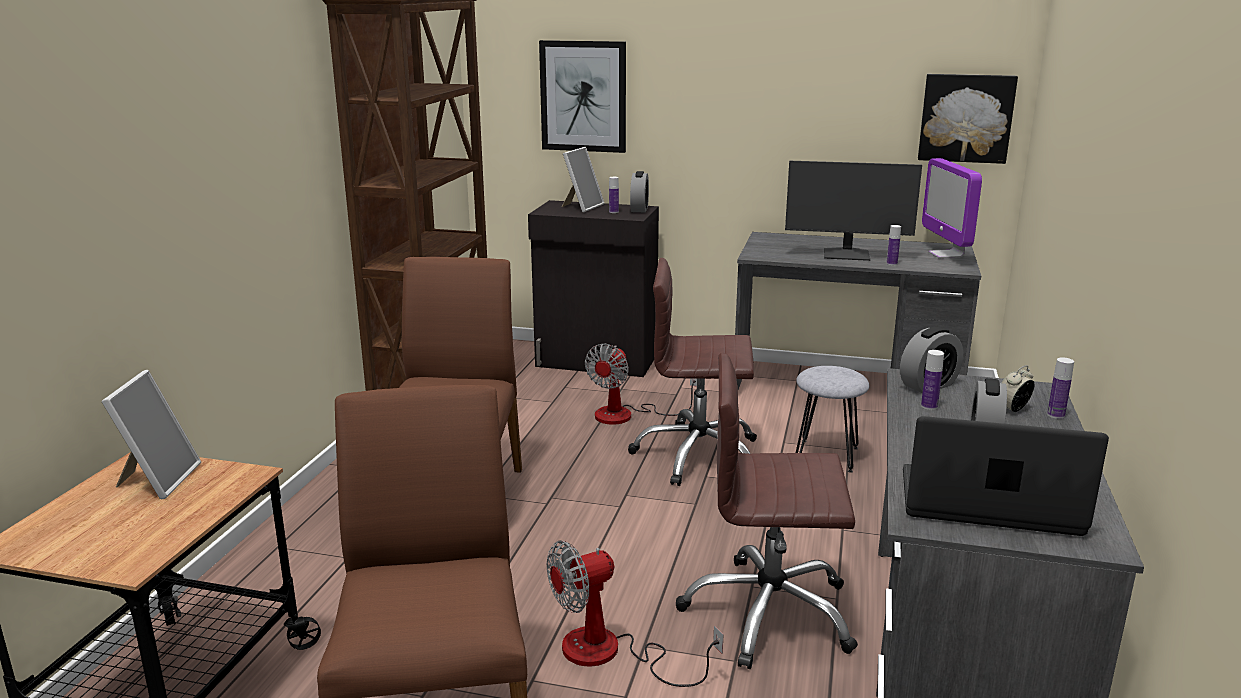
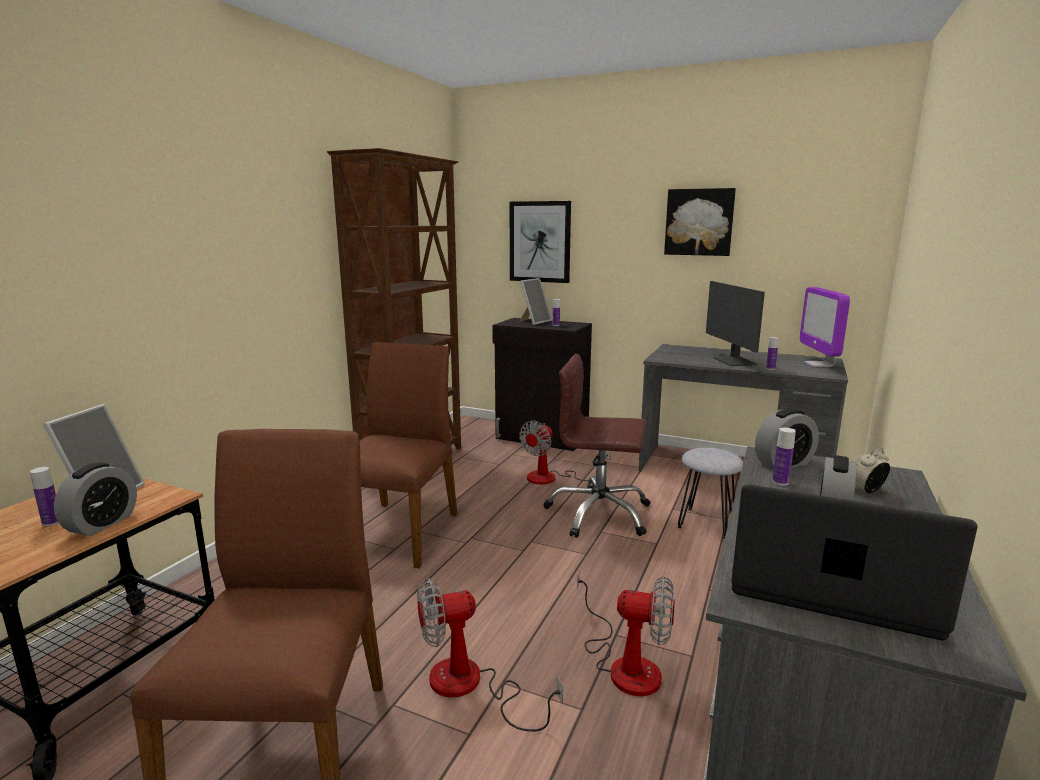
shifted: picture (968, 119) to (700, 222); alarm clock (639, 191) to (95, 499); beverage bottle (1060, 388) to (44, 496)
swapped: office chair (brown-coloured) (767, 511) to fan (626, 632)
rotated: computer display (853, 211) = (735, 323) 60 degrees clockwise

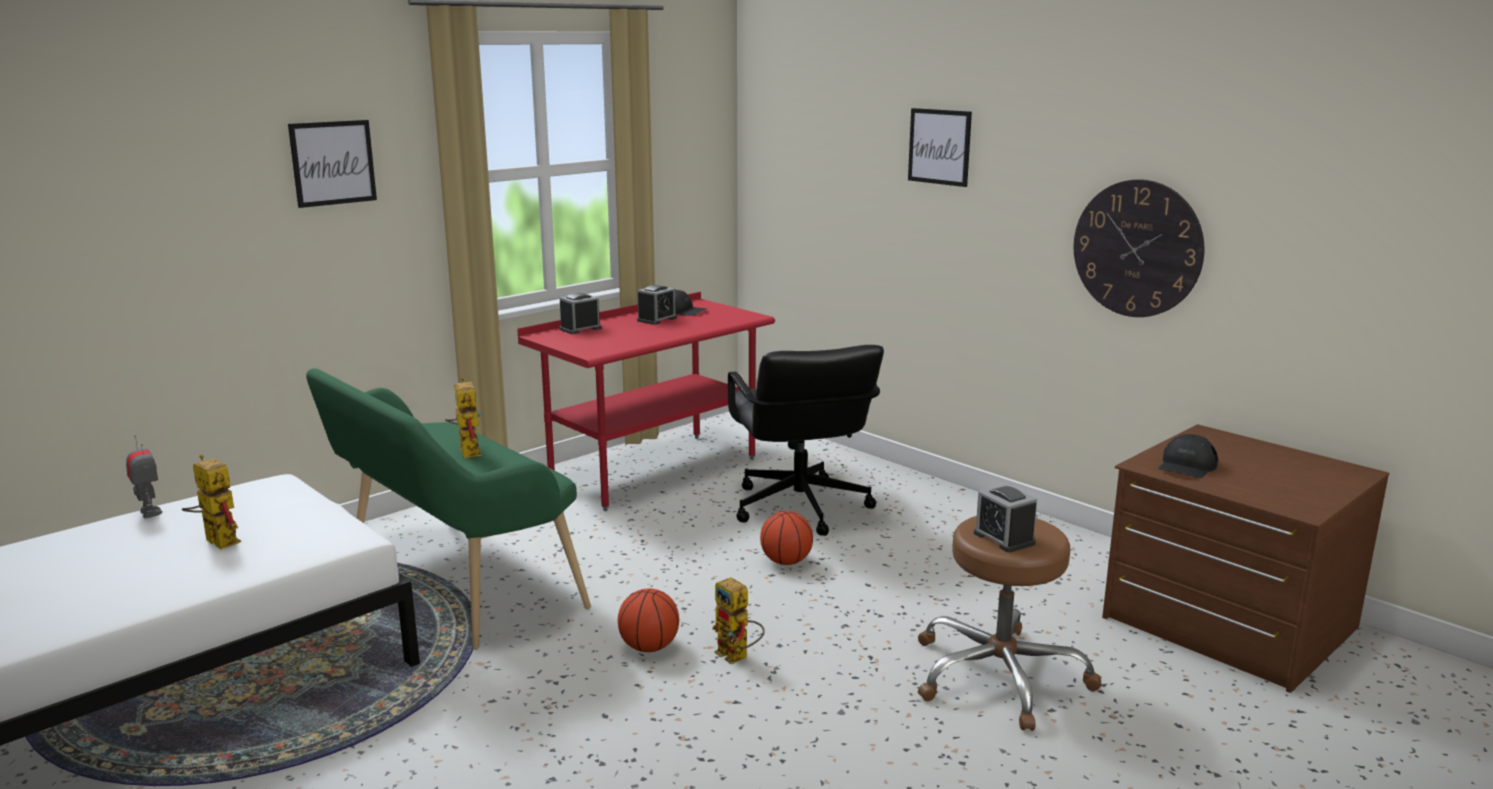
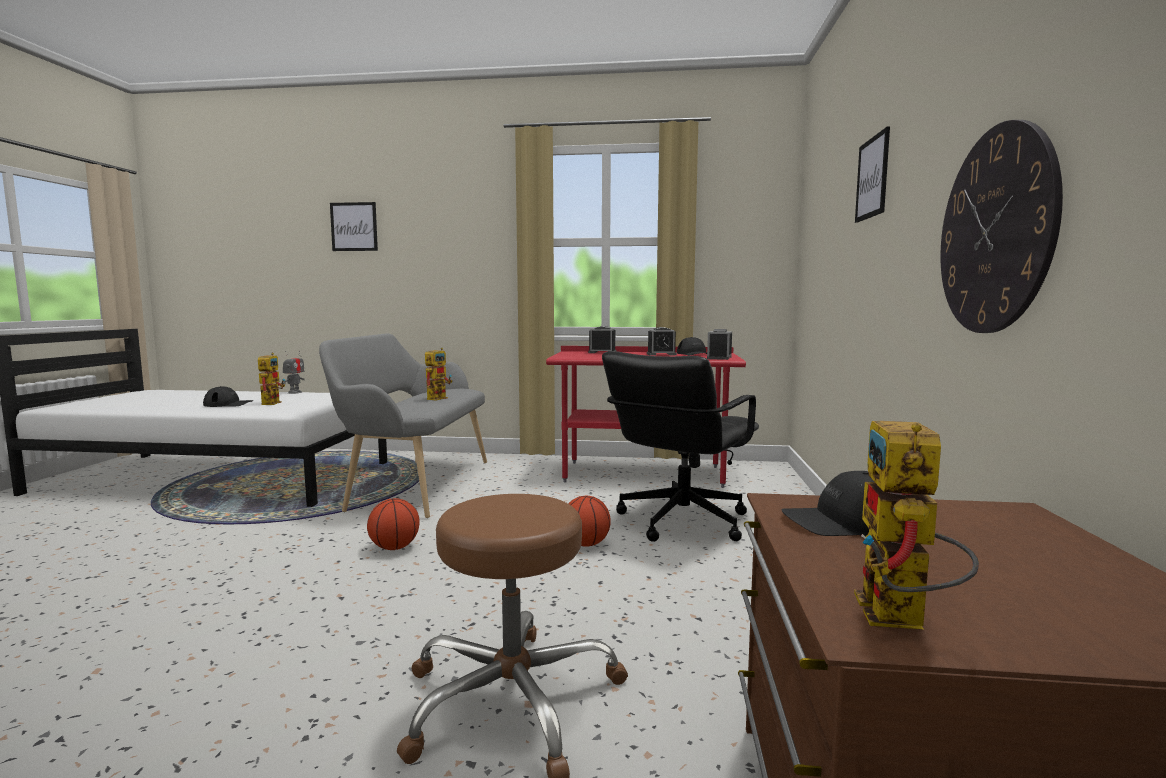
new: cap (black) (228, 396)
shifted: picture (332, 164) to (354, 226); alarm clock (1005, 518) to (719, 344); toy robot (738, 621) to (916, 525)
repainted: long seat (green) (448, 508) to long seat (grey) (403, 425)

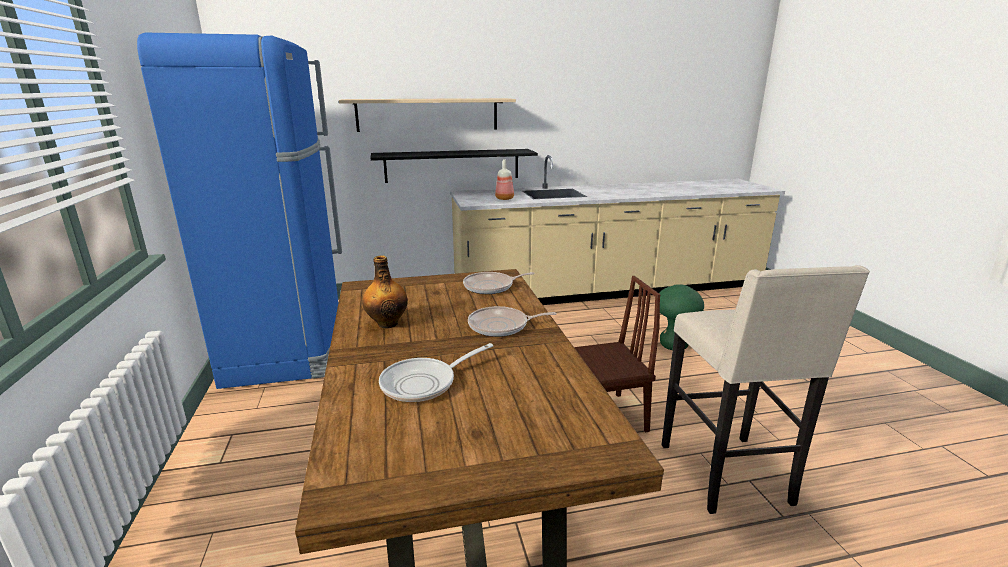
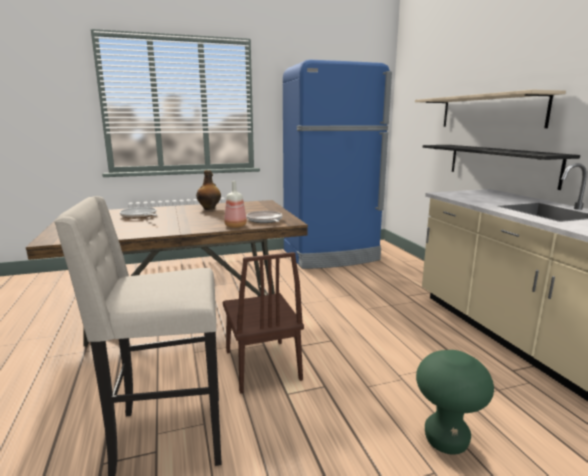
gone: frying pan (512, 321)
shifted: beverage bottle (504, 179) to (235, 204)

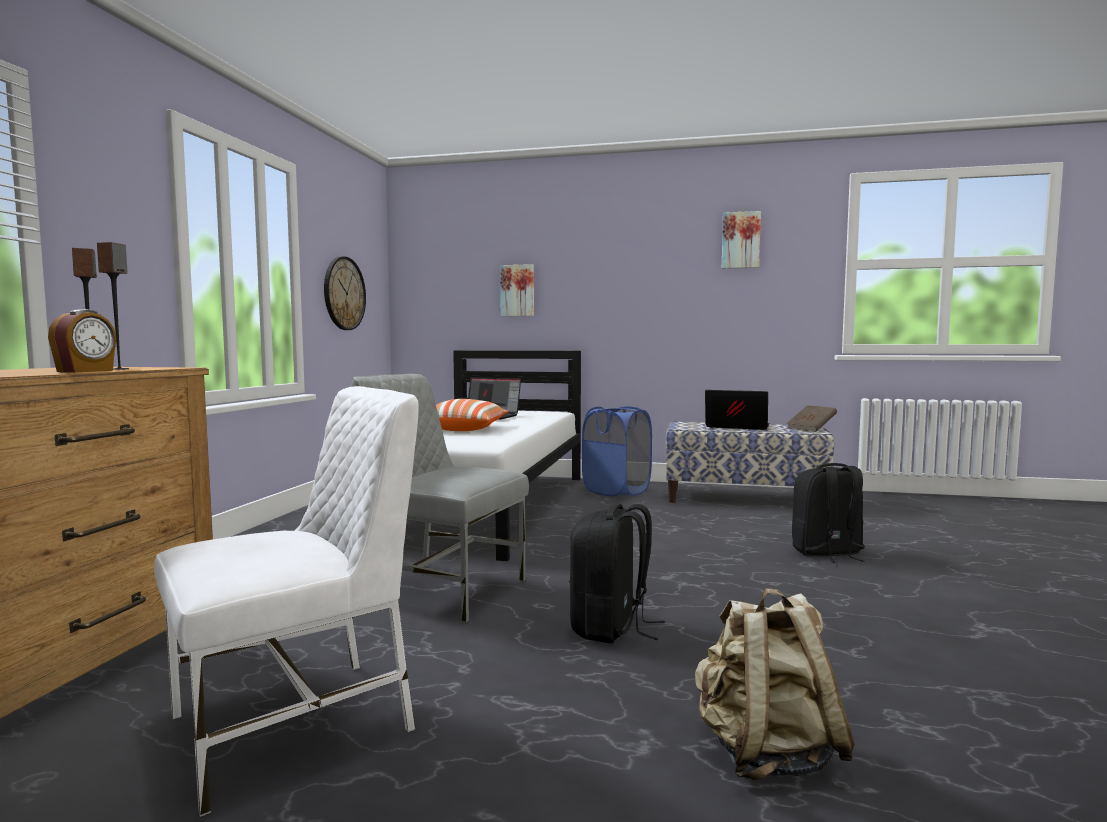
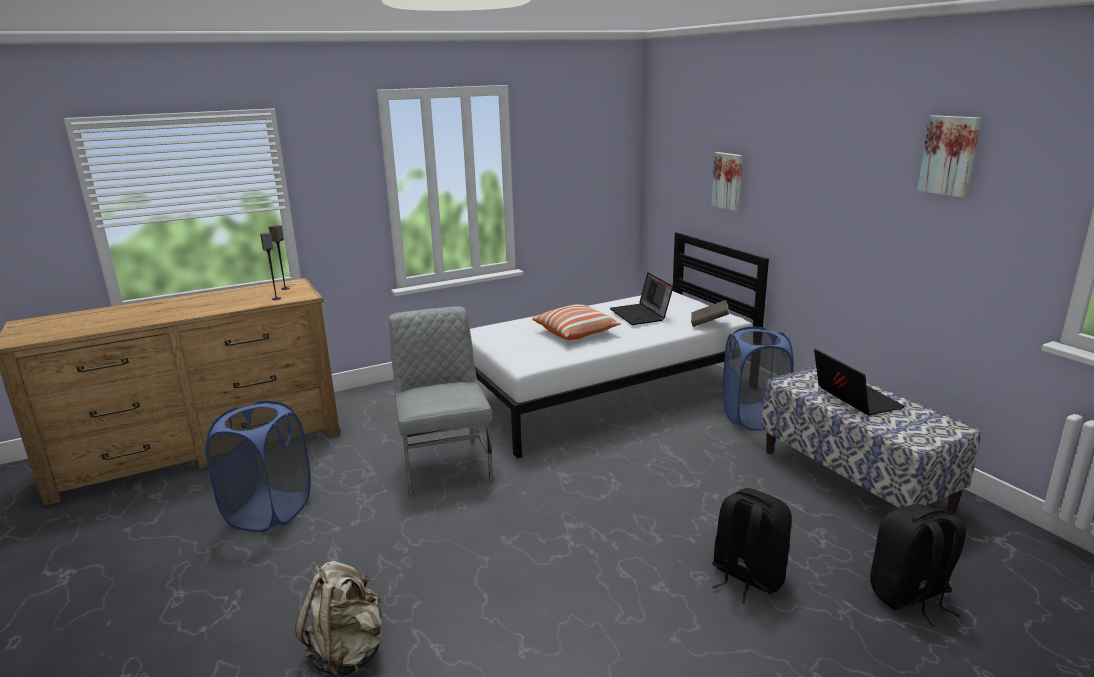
gone: hanging clock (345, 293); alarm clock (82, 340)
shifted: volume (brown-coloured) (812, 418) to (710, 313); backpack (black) (617, 574) to (918, 565)
swapped: upright chair (white) (286, 601) to washing basket (blue-coloured) (258, 466)

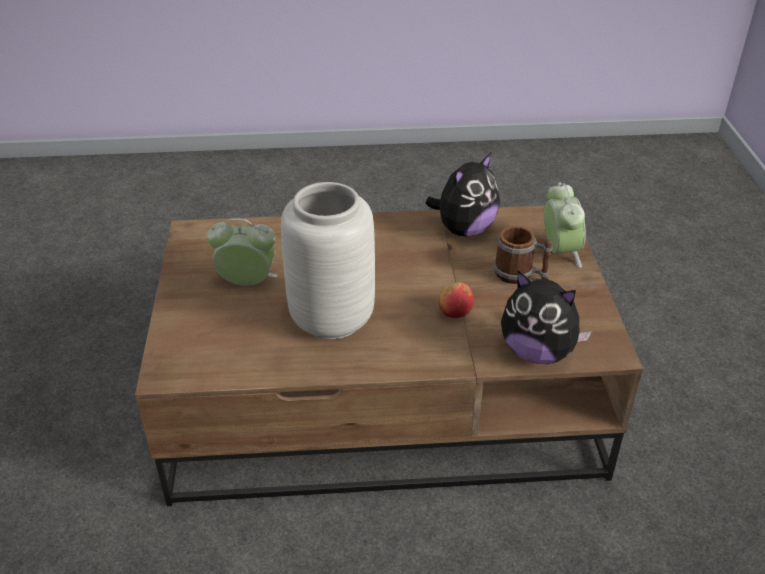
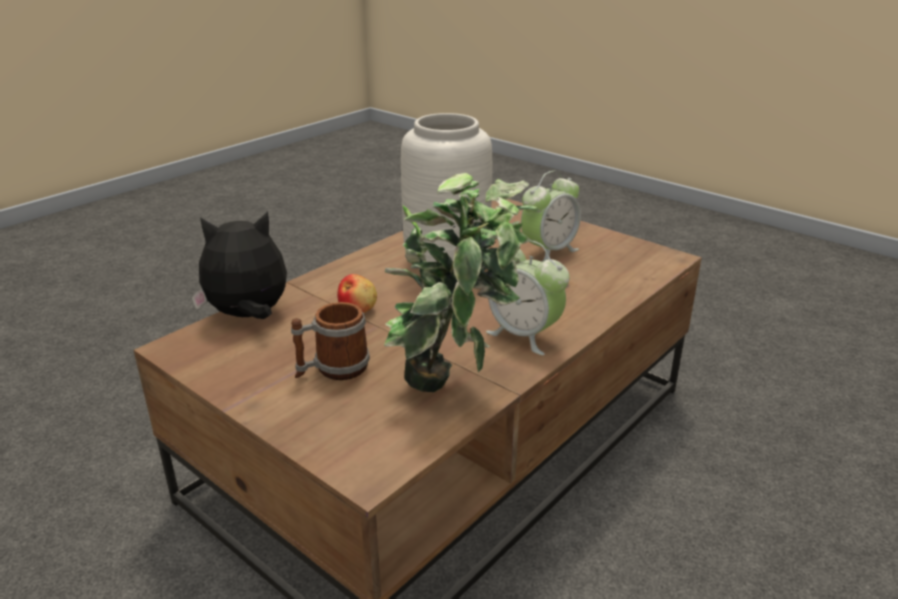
shifted: alarm clock (565, 225) to (528, 297)
swapped: cuddly toy (462, 194) to potted plant (462, 282)

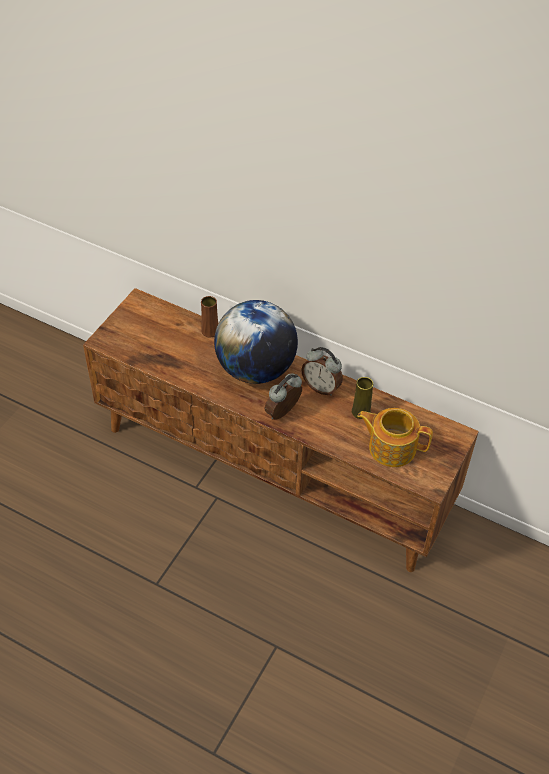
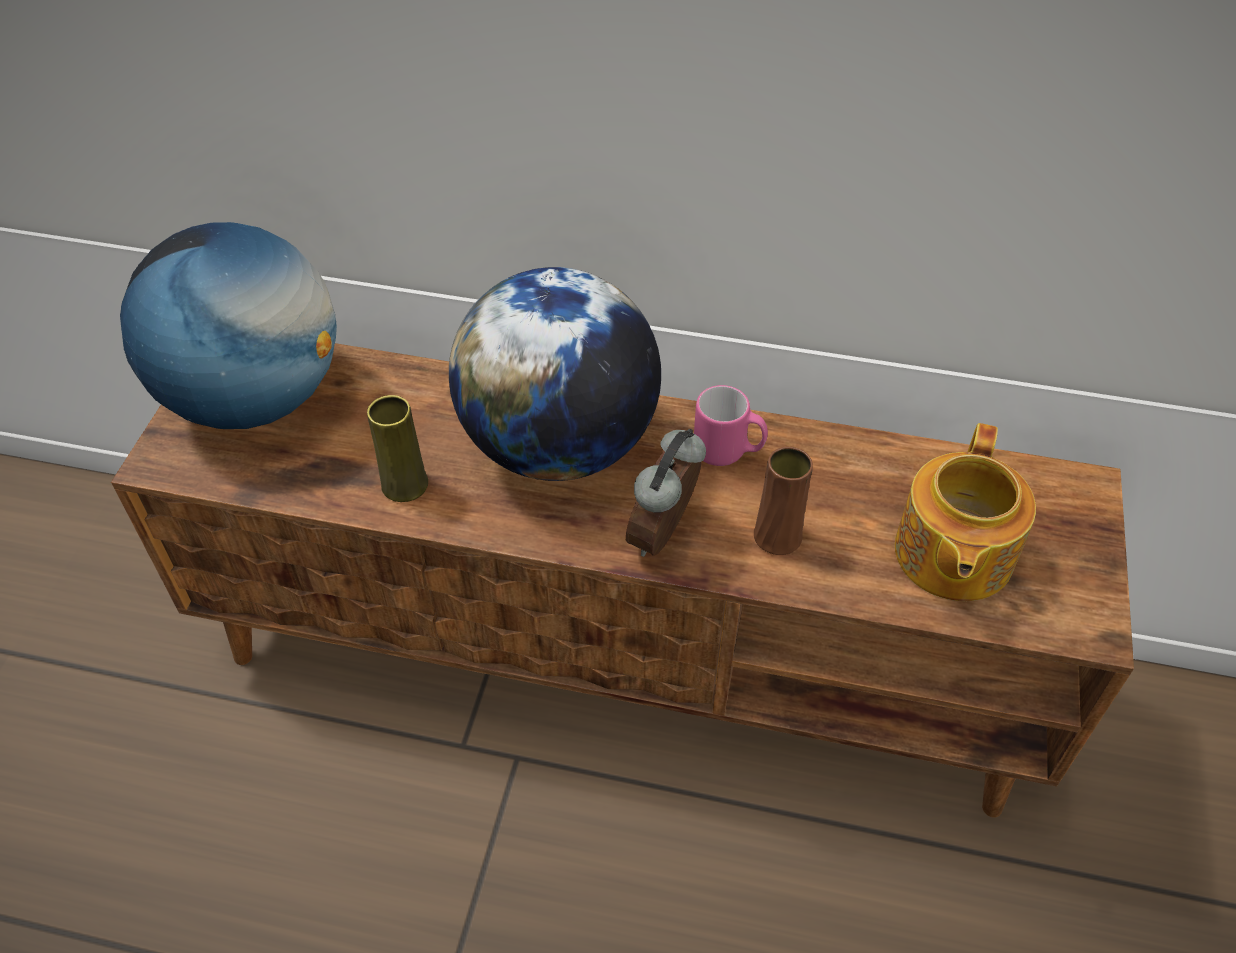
new: world globe (228, 325)
shifted: flower vase (brown-coloured) (209, 316) to (783, 501); flower vase (yellow) (362, 398) to (397, 448)
swapped: alarm clock (322, 371) to mug (pink) (731, 425)
rotated: teapot (395, 437) = (965, 512) 75 degrees counterclockwise

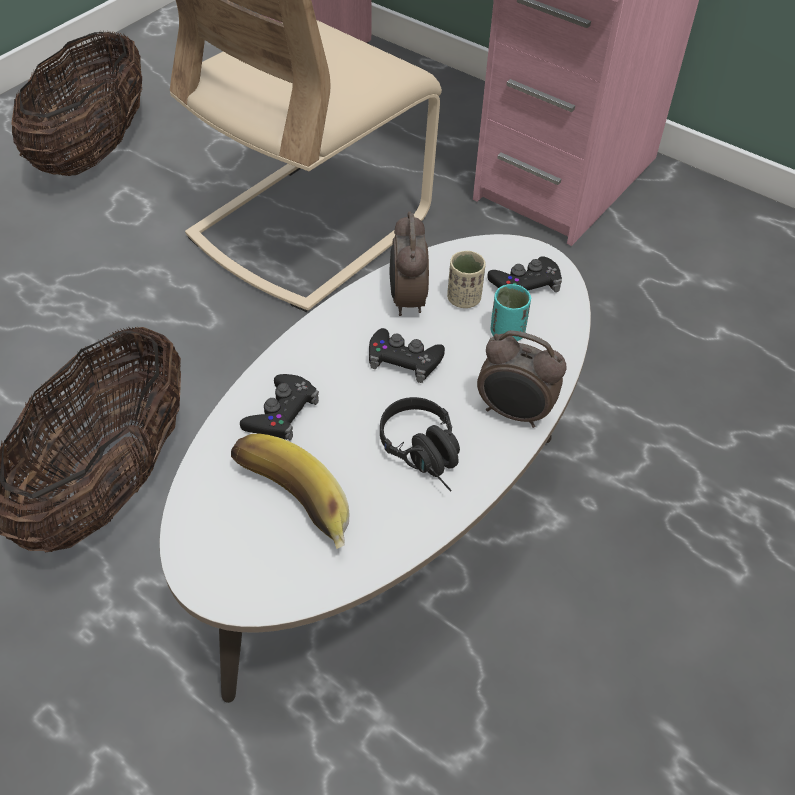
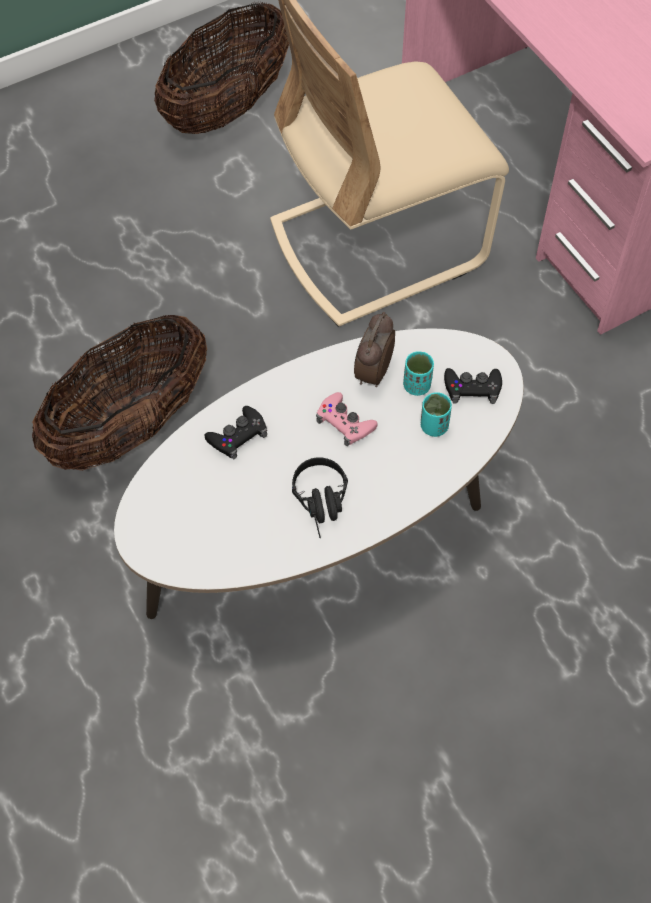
gone: alarm clock (522, 379); whole banana (290, 491)
repainted: small cup (beige) (466, 279) to small cup (turquoise) (418, 373); game controller (black) (407, 355) to game controller (pink) (347, 419)

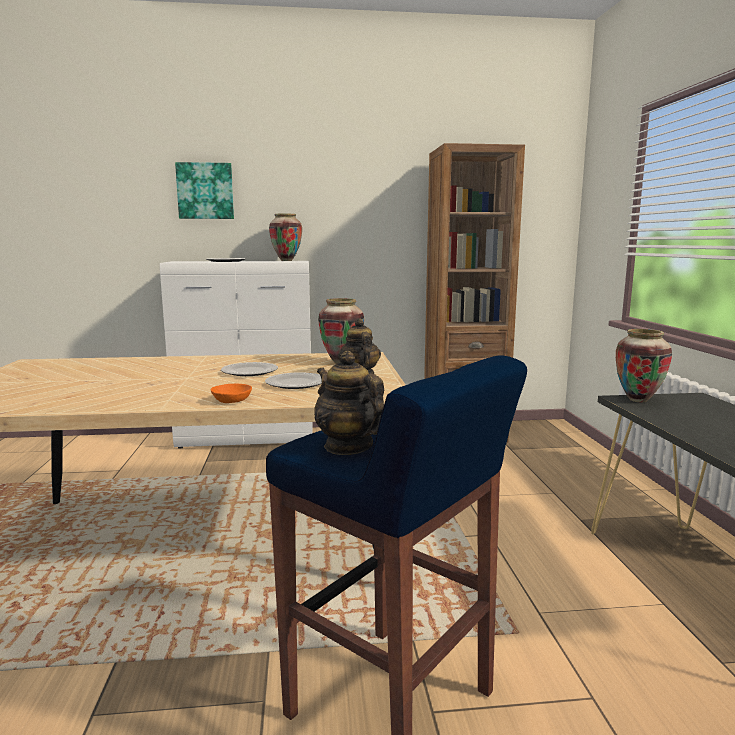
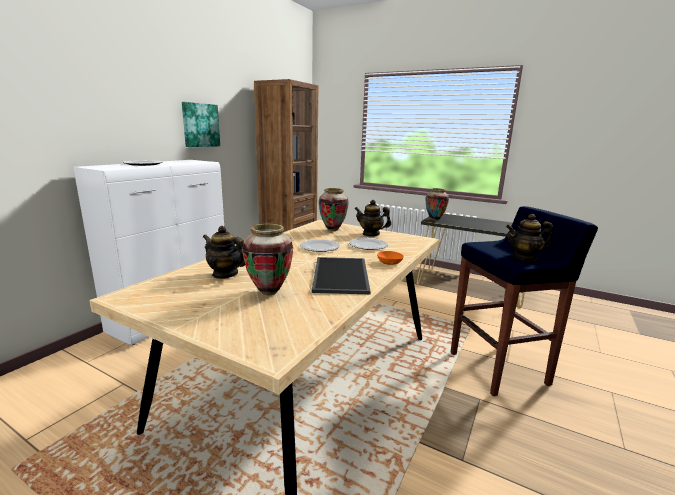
new: teapot (224, 252); carrying tray (341, 275)
shifted: picture (204, 190) to (201, 124); flower vase (285, 237) to (267, 259)

